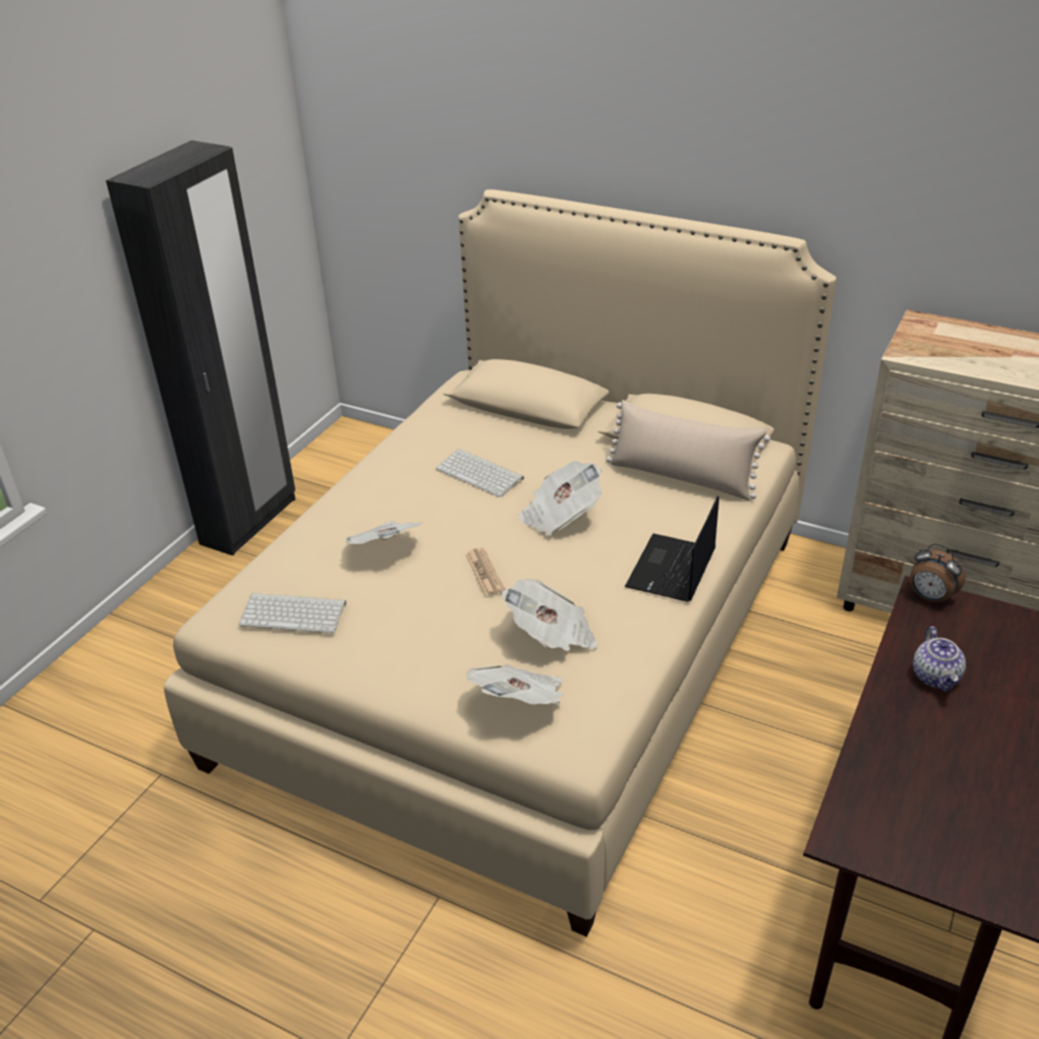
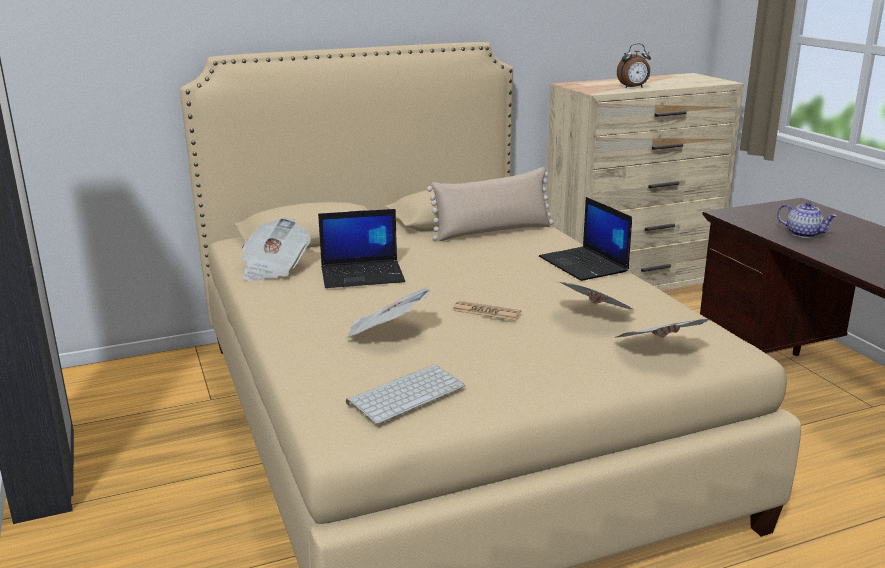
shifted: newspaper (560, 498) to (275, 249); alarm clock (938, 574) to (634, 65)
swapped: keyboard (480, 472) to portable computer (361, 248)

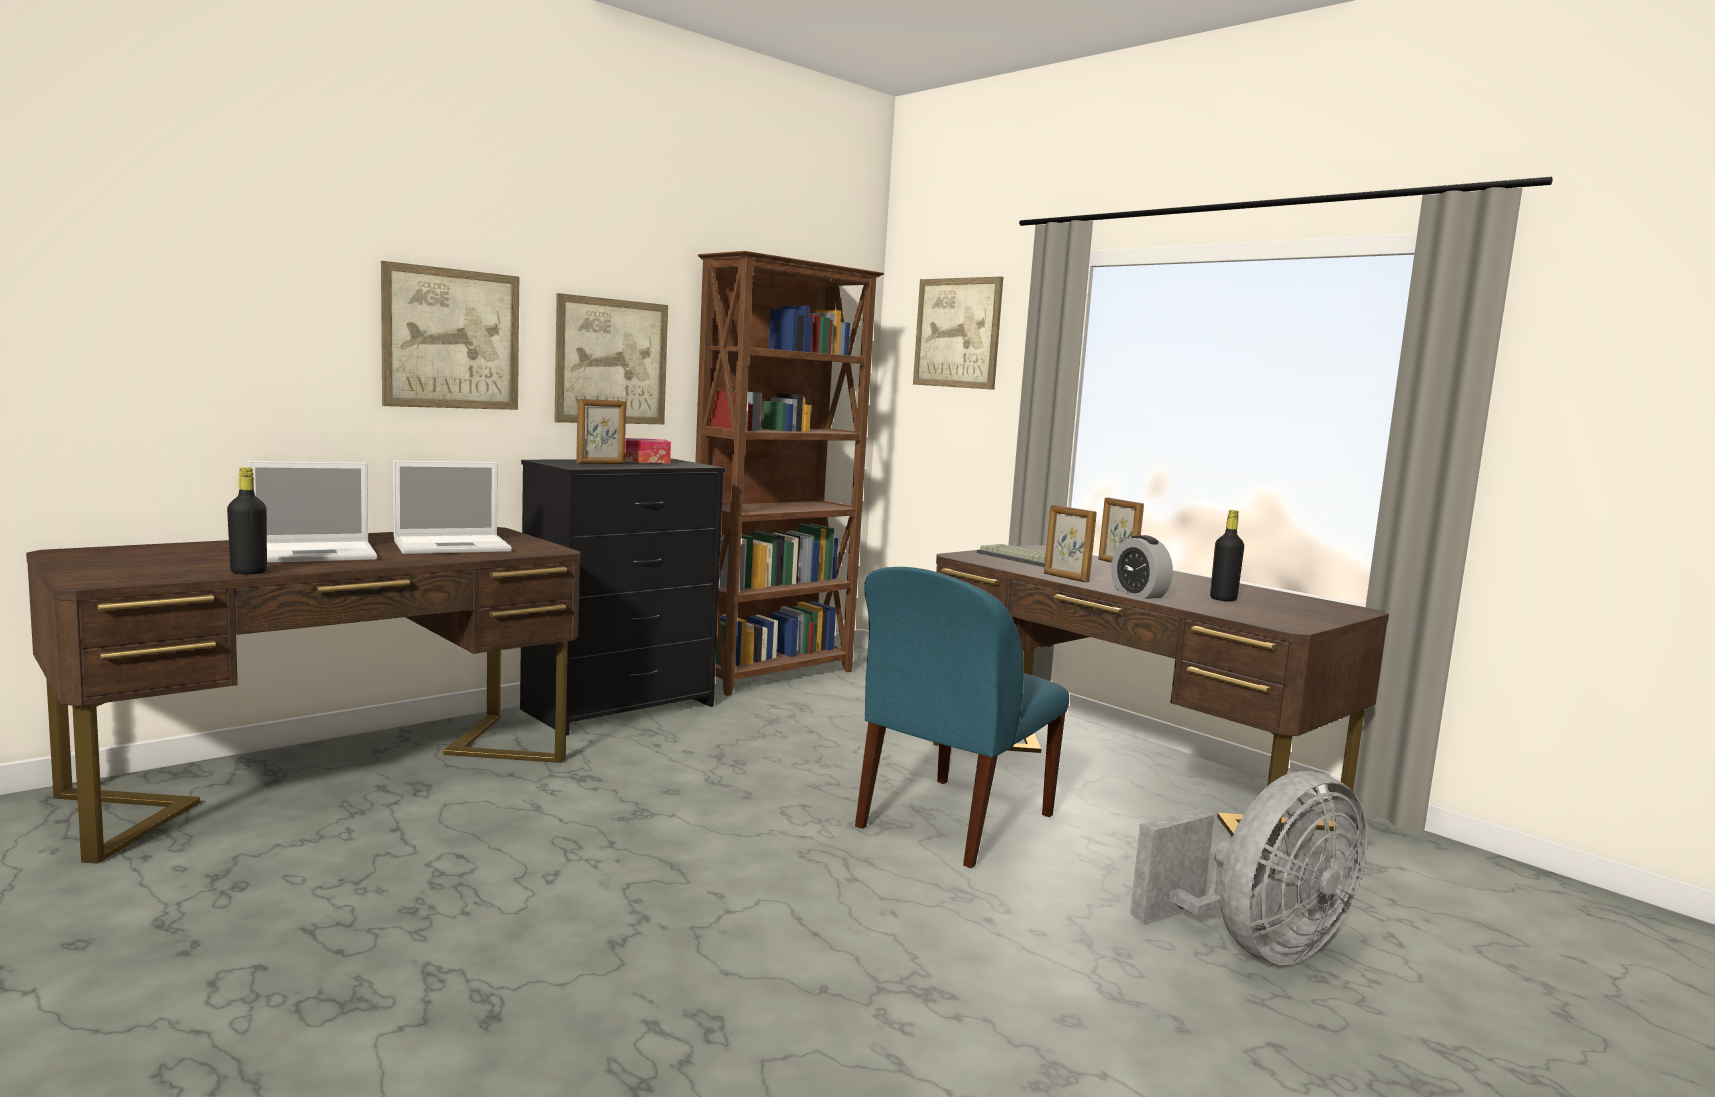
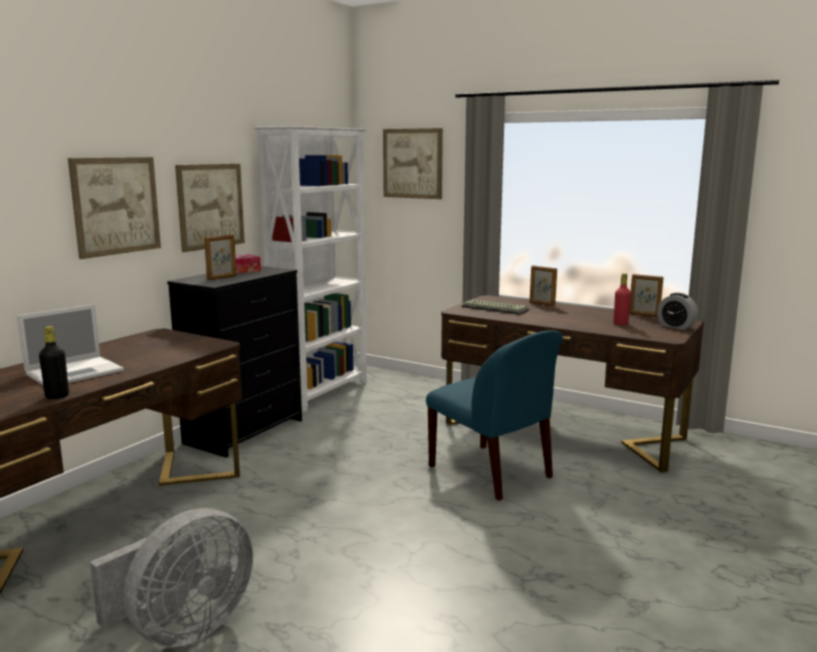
gone: portable computer (452, 507)
shifted: photo frame (1070, 543) to (646, 295); alarm clock (1142, 567) to (677, 311); fan (grey) (1248, 868) to (171, 577)
repainted: shelving unit (brown-coloured) (789, 473) to shelving unit (white) (311, 269); beverage bottle (black) (1227, 555) to beverage bottle (reddish) (622, 299)
rotated: upright chair (blue-coloured) (962, 717) = (494, 415) 60 degrees counterclockwise

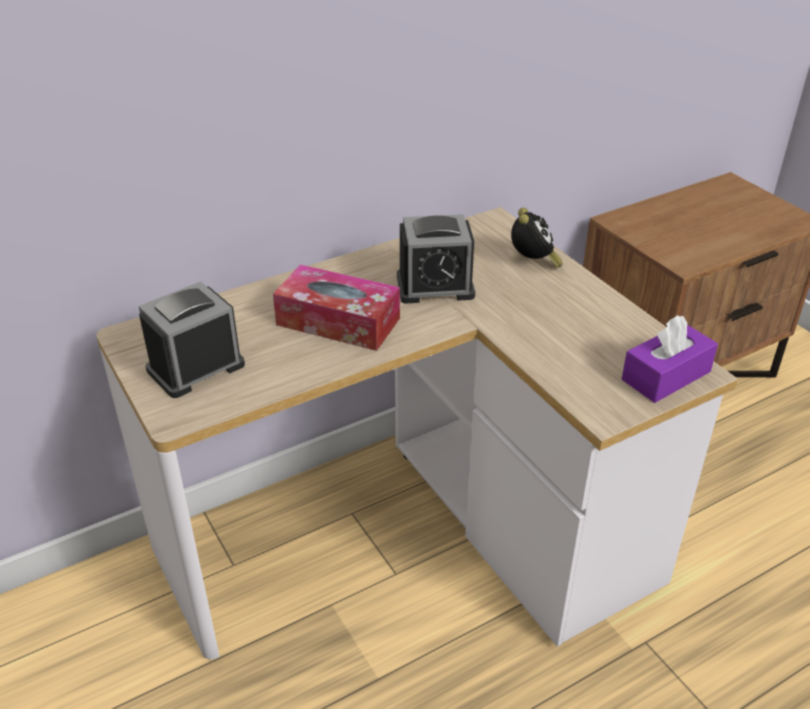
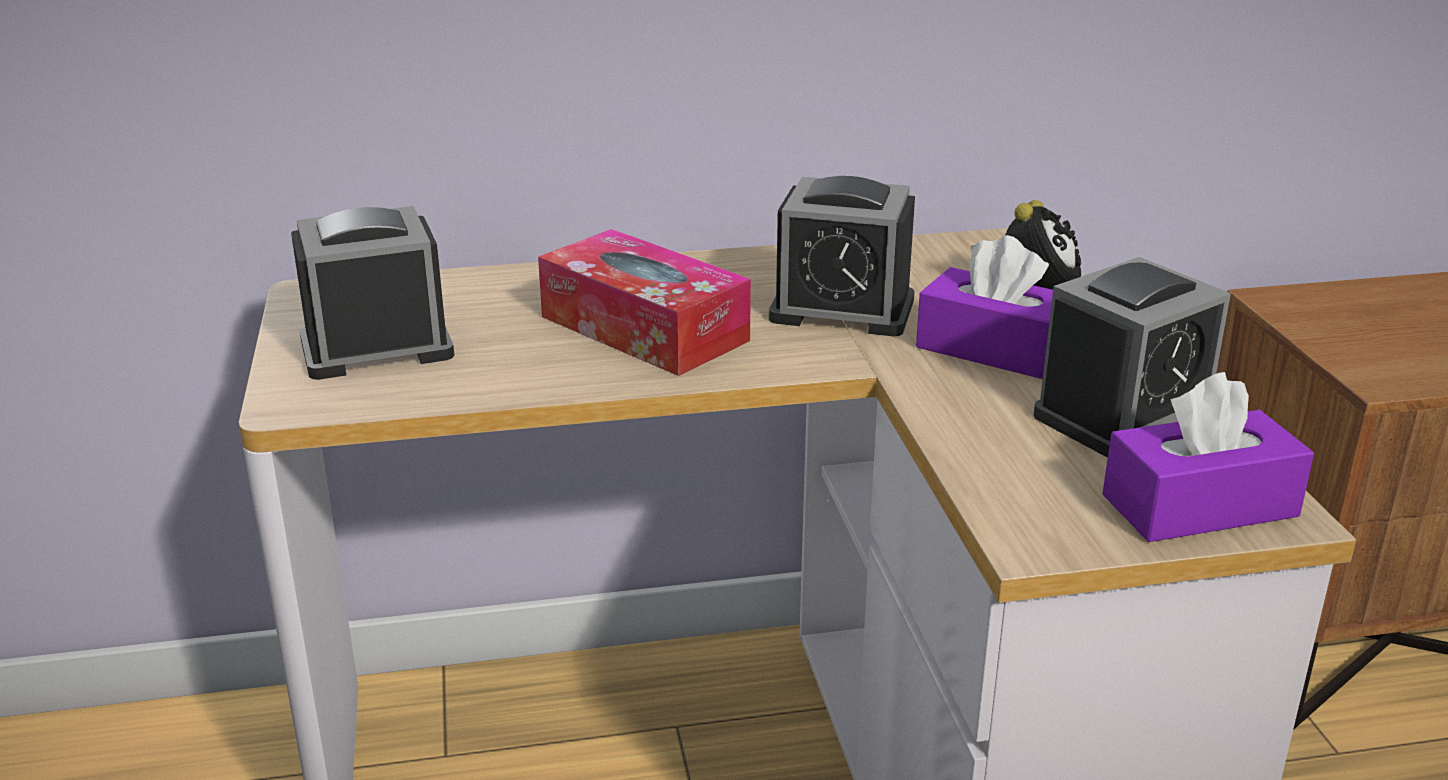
new: tissue box (purplish) (984, 307); alarm clock (1132, 357)

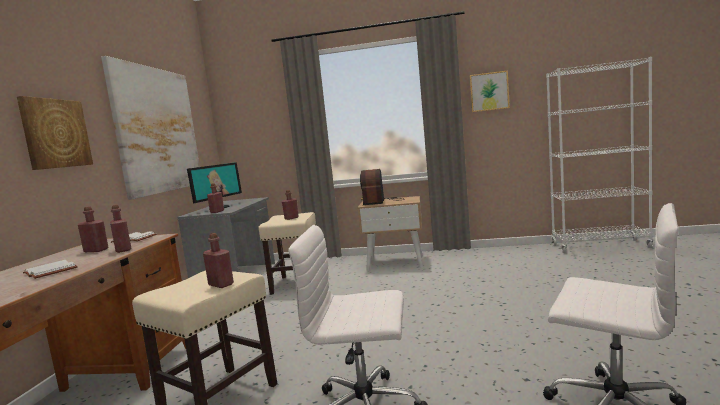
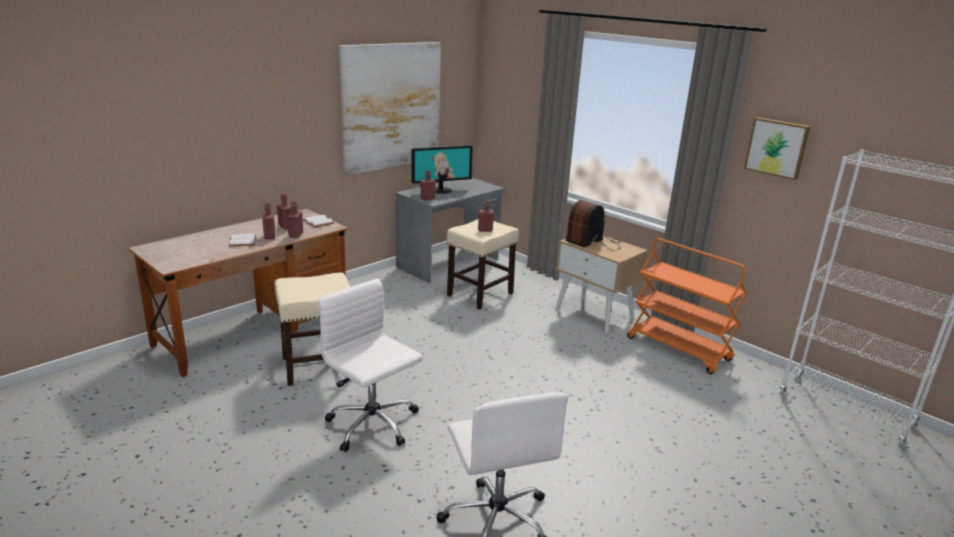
gone: picture (55, 133)
new: cart (orangey) (687, 306)
shifted: beverage bottle (reddish) (218, 260) to (268, 221)

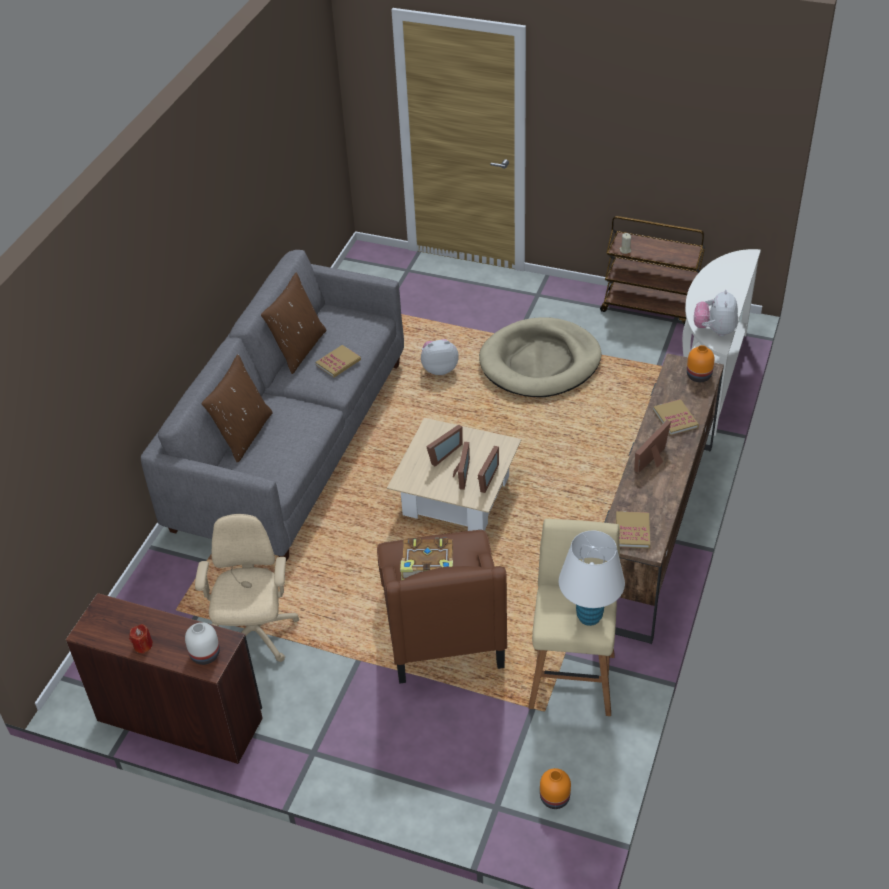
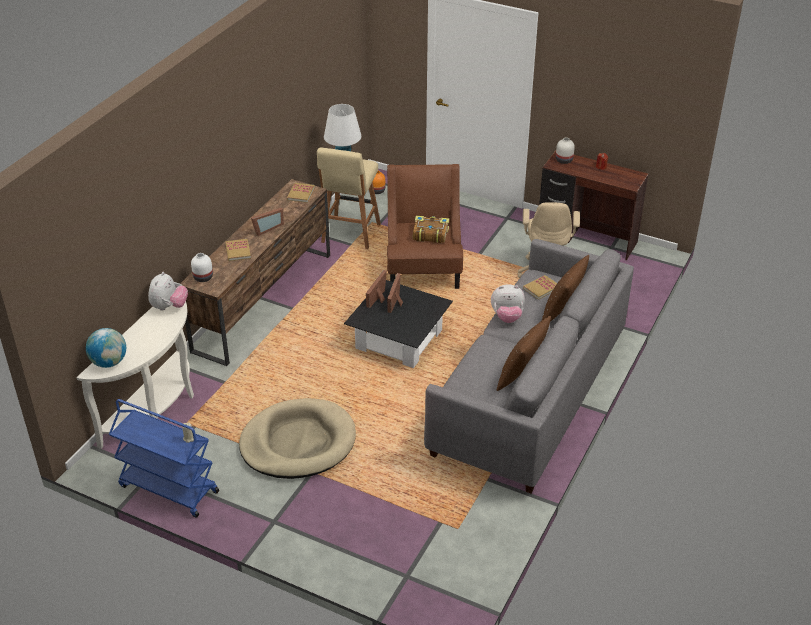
gone: photo frame (444, 446)
new: world globe (106, 348)
shifted: cuddly toy (440, 357) to (508, 303); volume (338, 361) to (540, 287)
repainted: cart (brown-coloured) (652, 270) to cart (blue-coloured) (164, 458); flower vase (orangey) (701, 363) to flower vase (white) (202, 267); lounge table (beige) (454, 474) to lounge table (black) (398, 324)

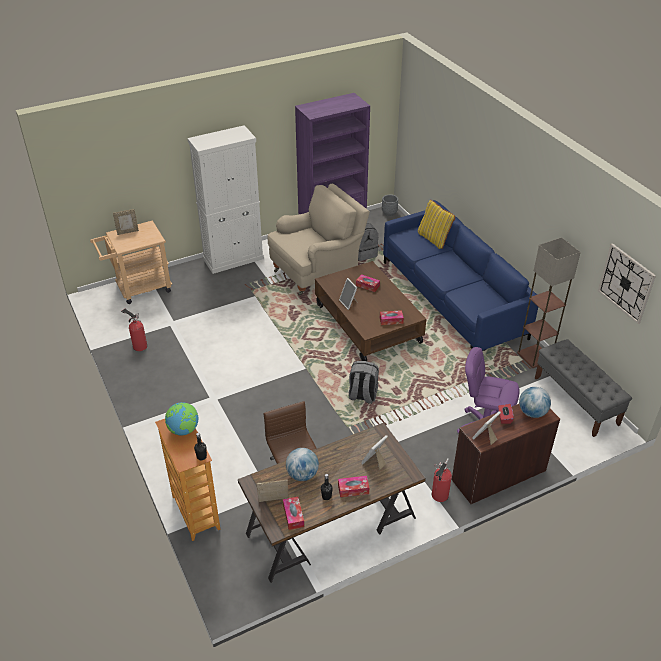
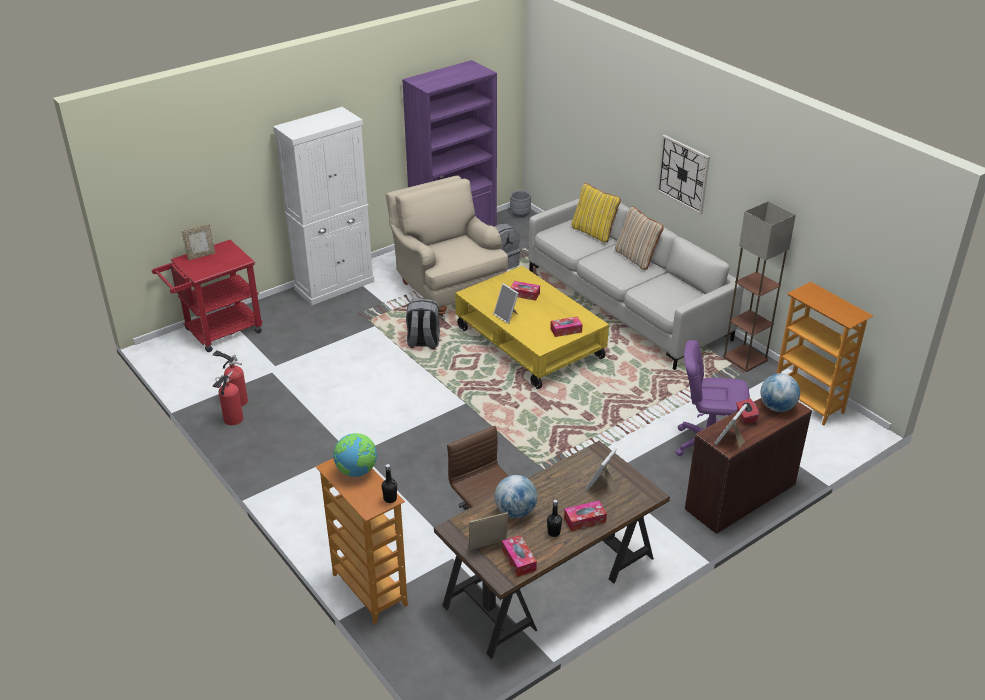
new: pillow (beige) (639, 238)
shifted: hanging clock (627, 283) to (683, 175); backpack (grey) (364, 382) to (423, 323); fire extinguisher (442, 480) to (228, 398)
swapped: long seat (grey) (583, 388) to shelving unit (825, 354)
repainted: settee (blue-coloured) (460, 275) to settee (grey) (636, 284); cart (beige) (131, 262) to cart (reddish) (207, 296); lounge table (brown-coloured) (371, 311) to lounge table (yellow) (532, 327)
rotated: armchair (beige) (319, 239) = (447, 248) 75 degrees counterclockwise

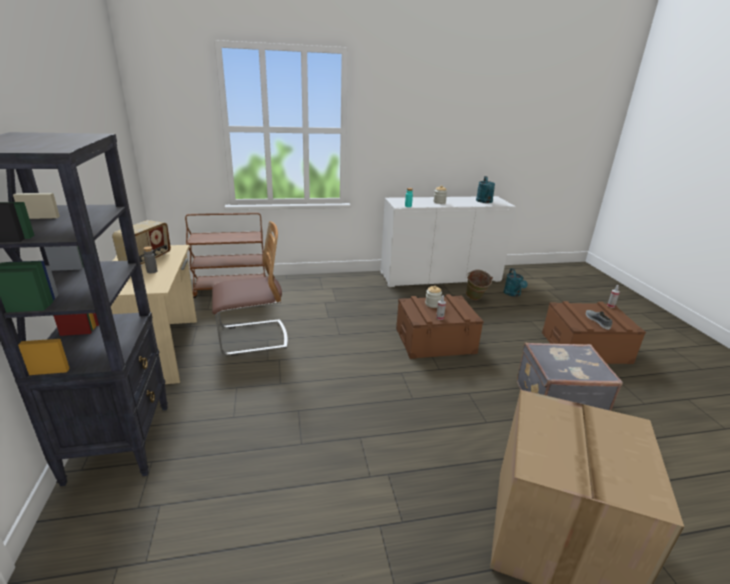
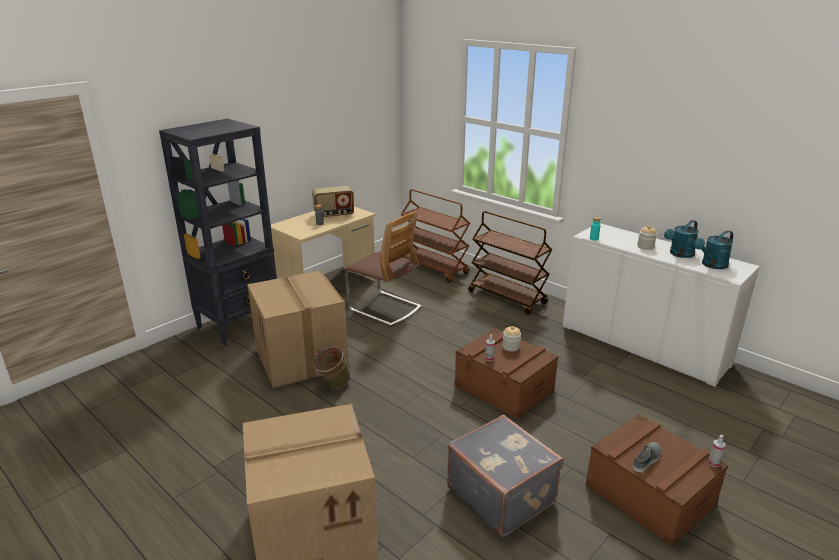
new: cart (brown-coloured) (510, 263); cardboard box (298, 329)
shifted: watering can (turquoise) (516, 282) to (681, 239); pail (green) (479, 285) to (332, 367)

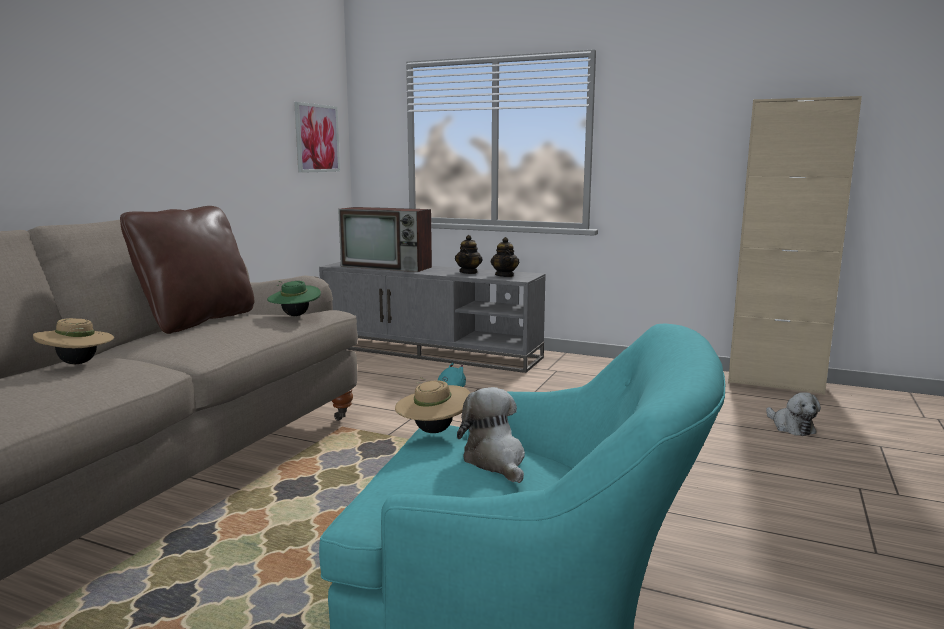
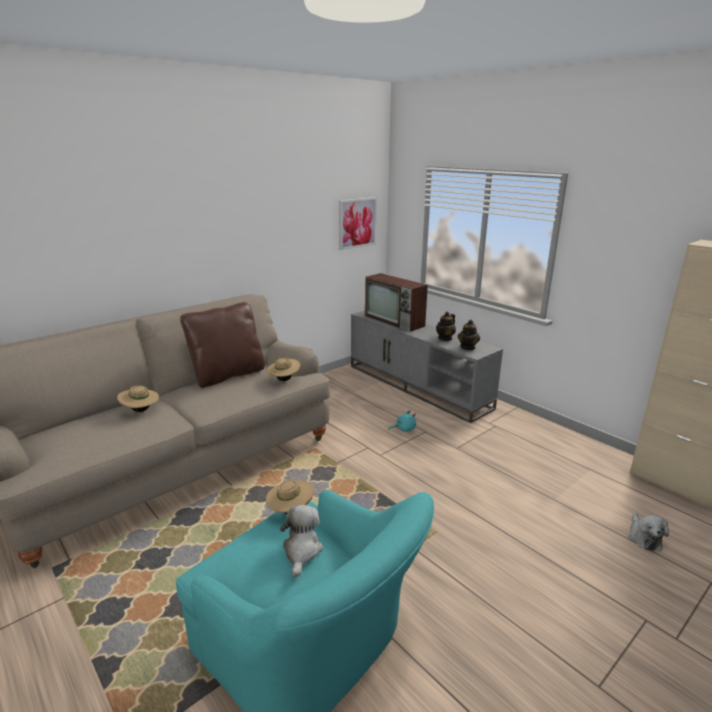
repainted: clothing hat (green) (294, 298) to clothing hat (beige) (283, 369)

